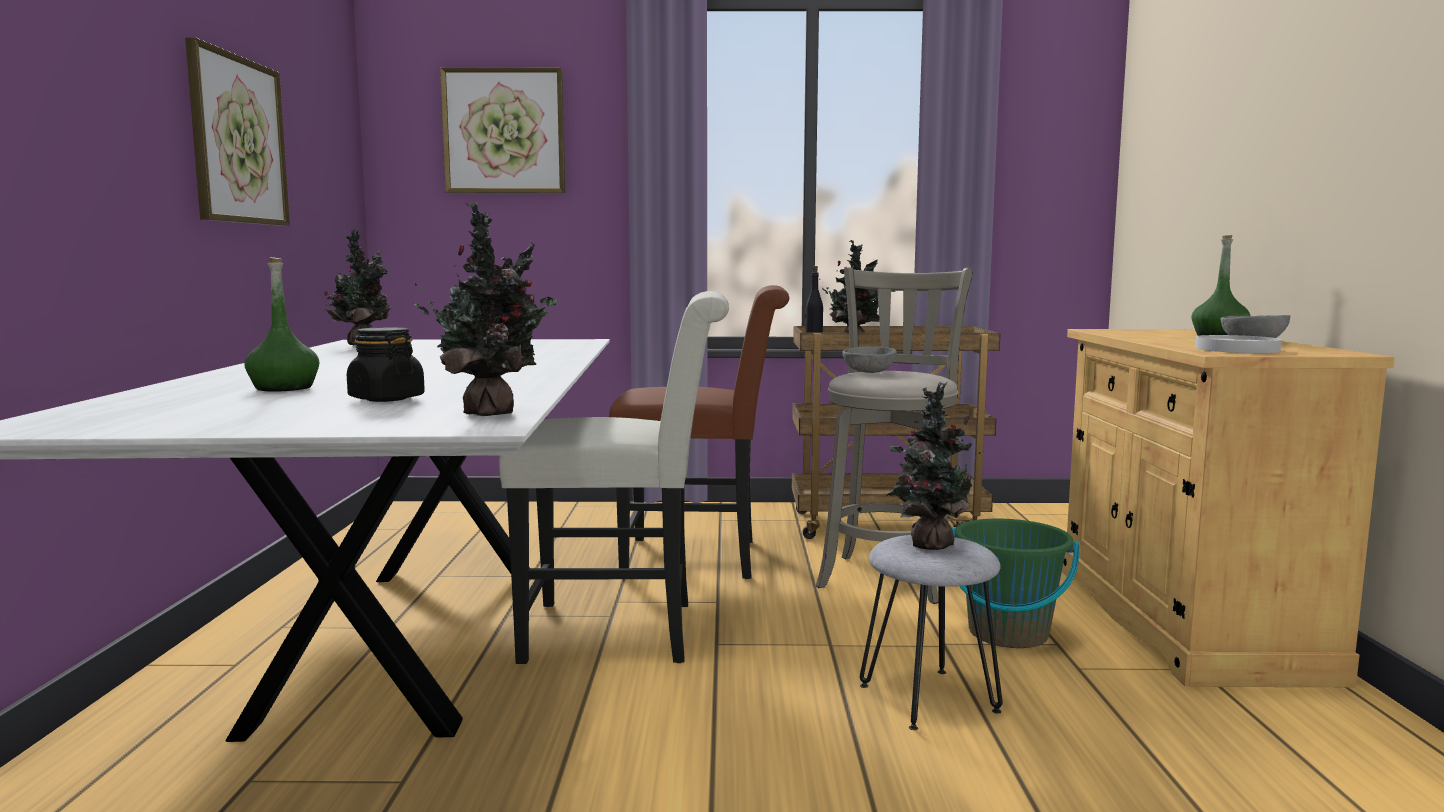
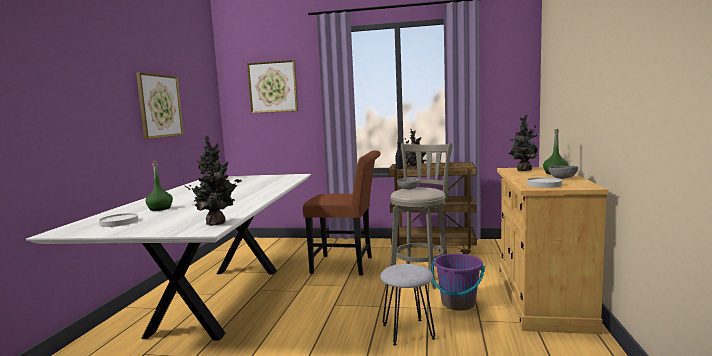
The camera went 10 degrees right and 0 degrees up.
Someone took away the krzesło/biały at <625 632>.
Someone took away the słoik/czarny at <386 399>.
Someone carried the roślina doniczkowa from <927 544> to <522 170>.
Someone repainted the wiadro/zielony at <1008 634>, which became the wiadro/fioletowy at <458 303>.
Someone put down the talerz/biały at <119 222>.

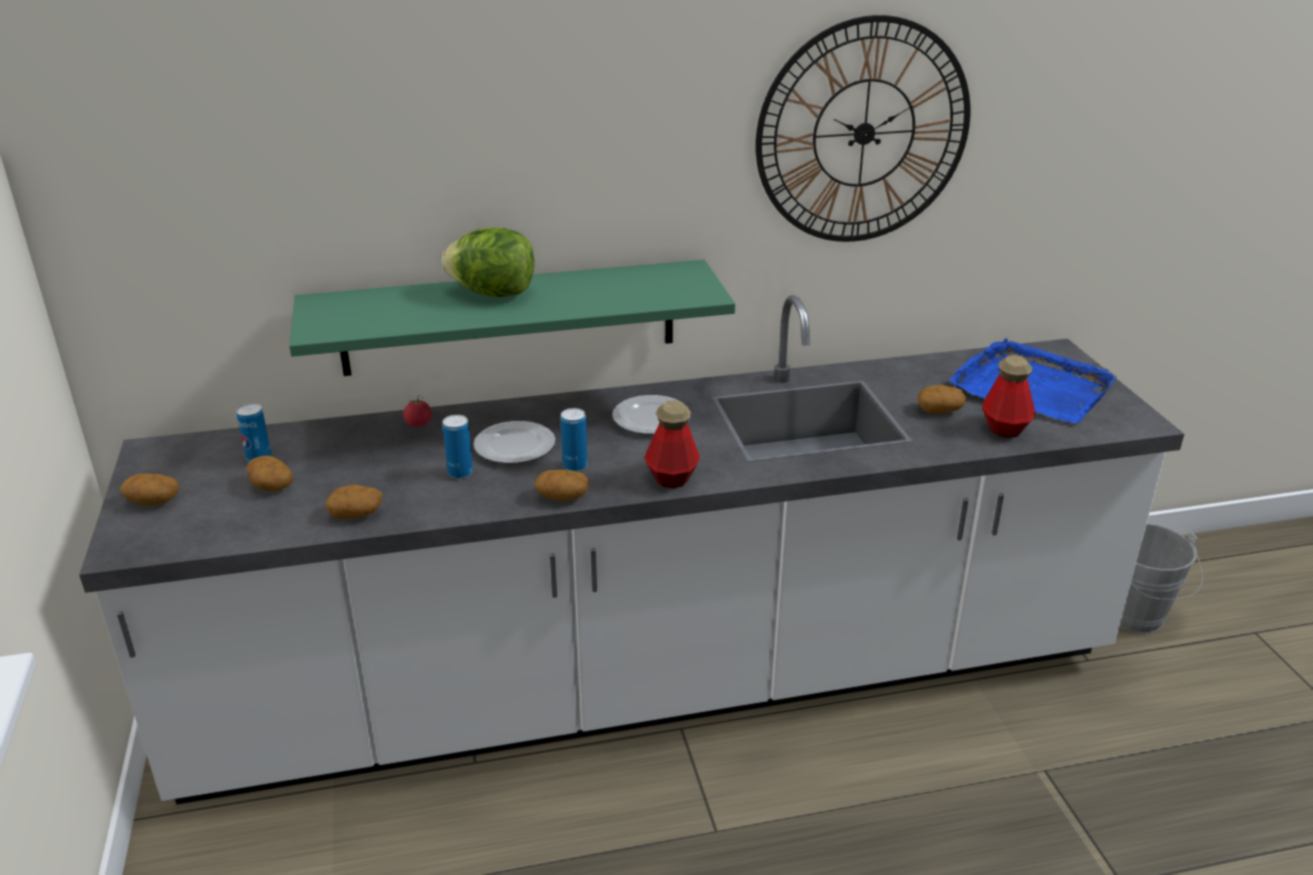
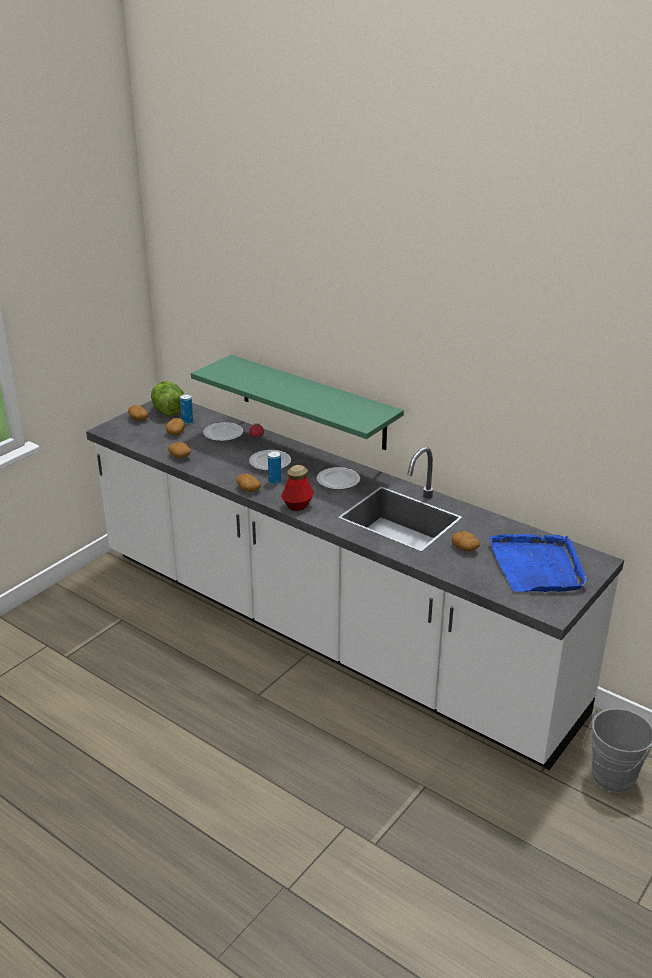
The camera went 50 degrees right and 0 degrees up.
Someone took away the zegar ścienny at <863 133>.
Someone carried the sałata from <493 293> to <168 411>.
Someone took away the butelka at <1005 428>.
Someone took away the puszka at <460 473>.
Someone put down the talerz at <222 434>.

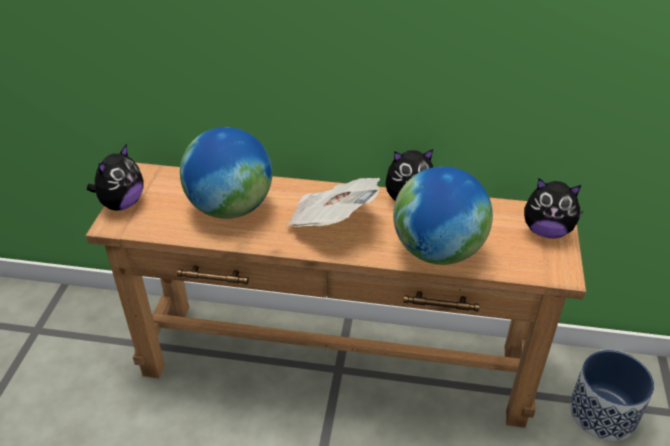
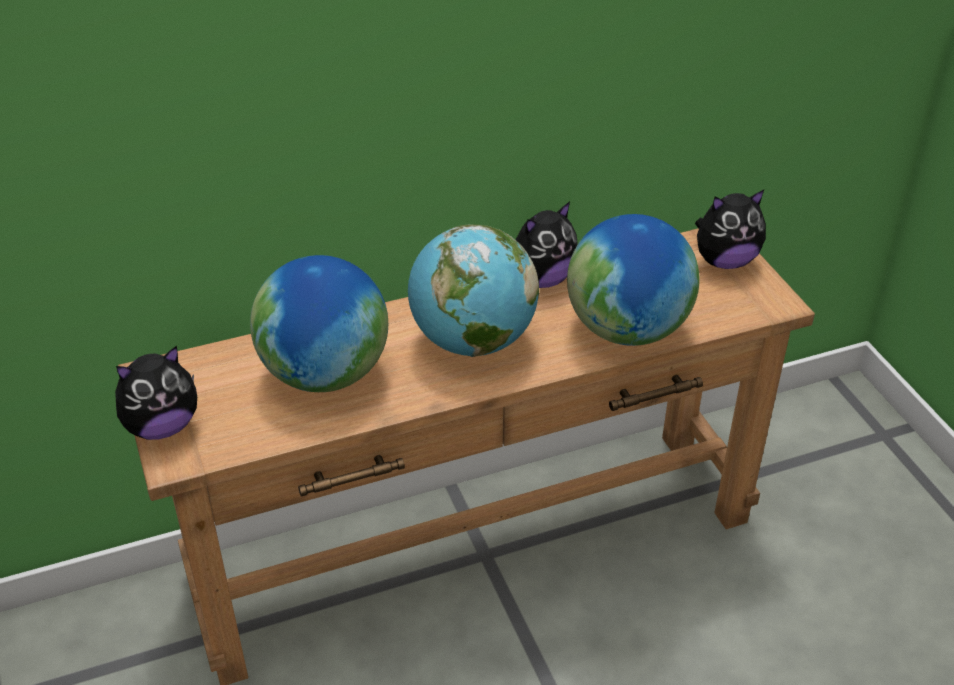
The camera went 30 degrees left and 0 degrees up.
Someone rotated the pluszak at <122 204> by 60 degrees clockwise.
Someone swapped the gazeta at <332 221> for the globus at <472 341>.
Someone took away the donica at <603 413>.

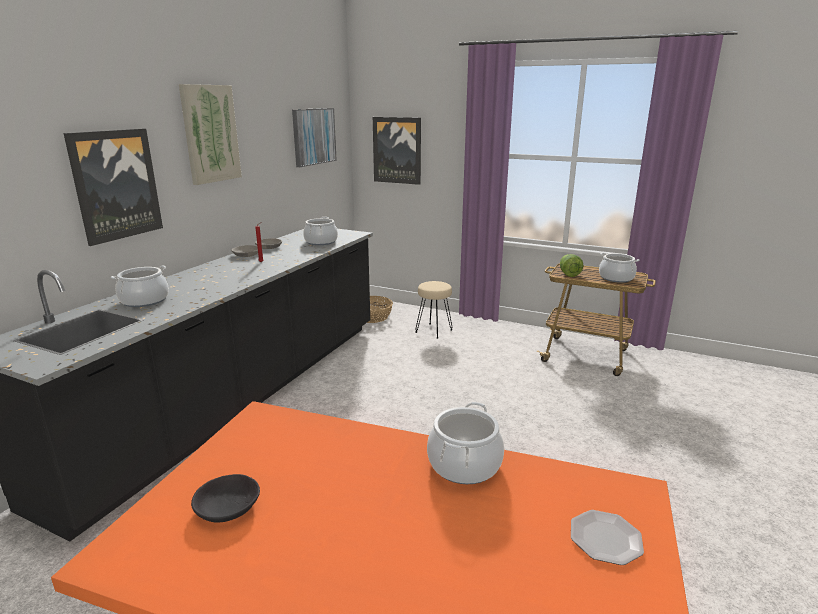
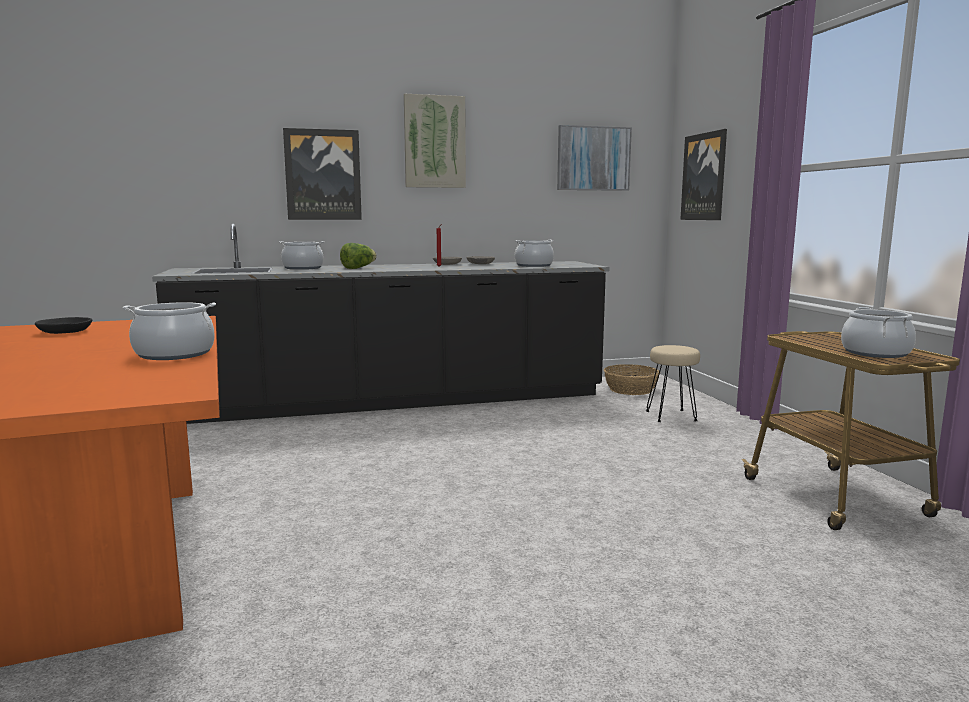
The camera went 50 degrees right and 10 degrees down.
Someone carried the sałata from <568 274> to <358 268>.
Someone took away the talerz at <604 539>.

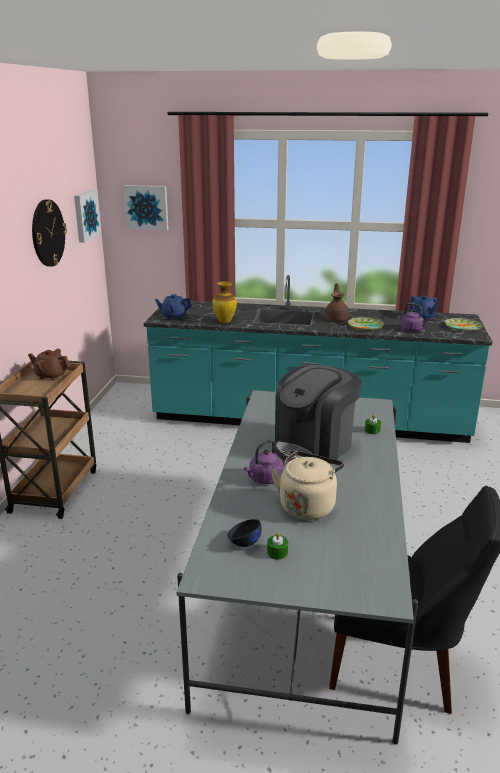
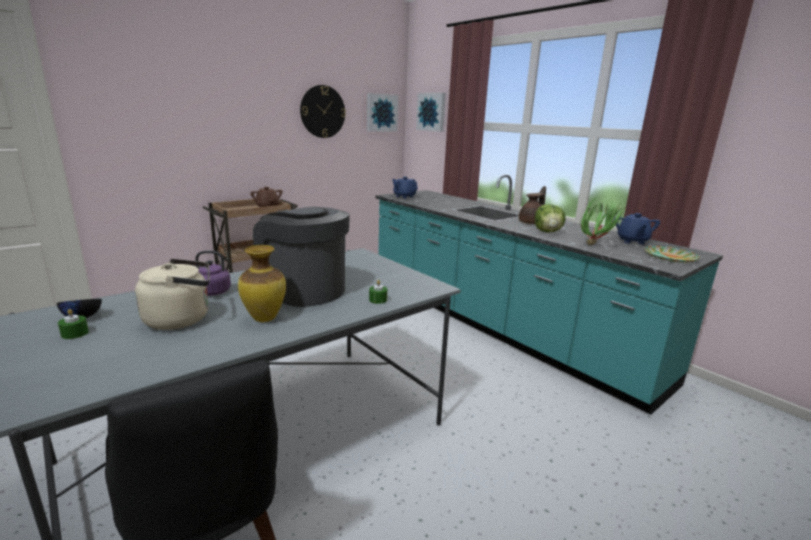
The camera went 40 degrees right and 5 degrees down.
Someone carried the wazon from <224 321> to <264 318>.
Someone swapped the czajnik/fioletowy at <412 329> for the roślina doniczkowa at <595 245>.
Someone swapped the talerz at <365 326> for the sałata at <548 232>.
Someone rotated the ekspres do kawy at <314 446> by 45 degrees clockwise.

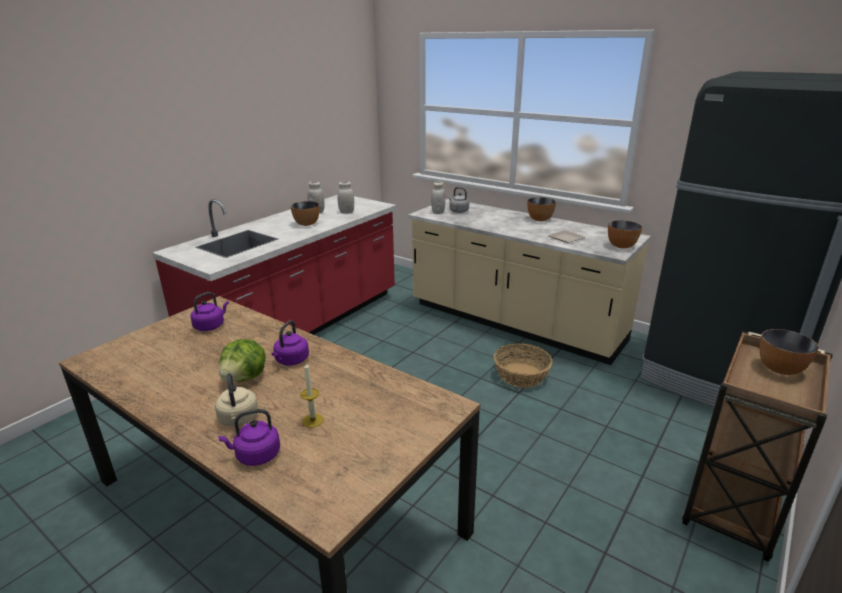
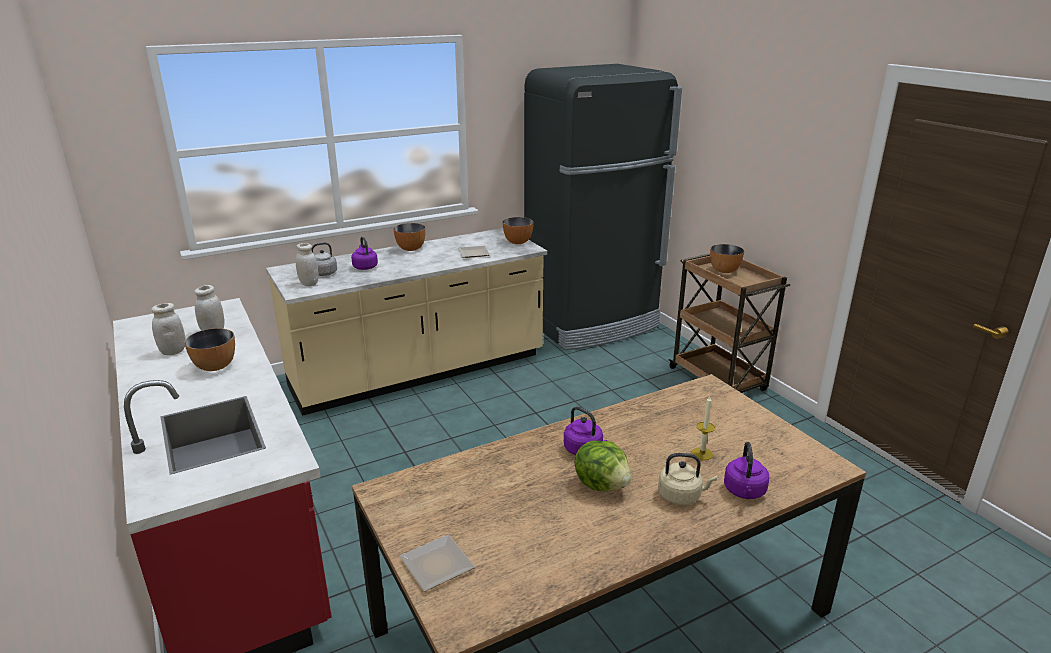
The camera went 65 degrees left and 0 degrees up.
Someone carried the czajnik/fioletowy from <211 326> to <365 267>.
Someone took away the koszyk at <521 375>.
Someone put down the talerz at <434 565>.

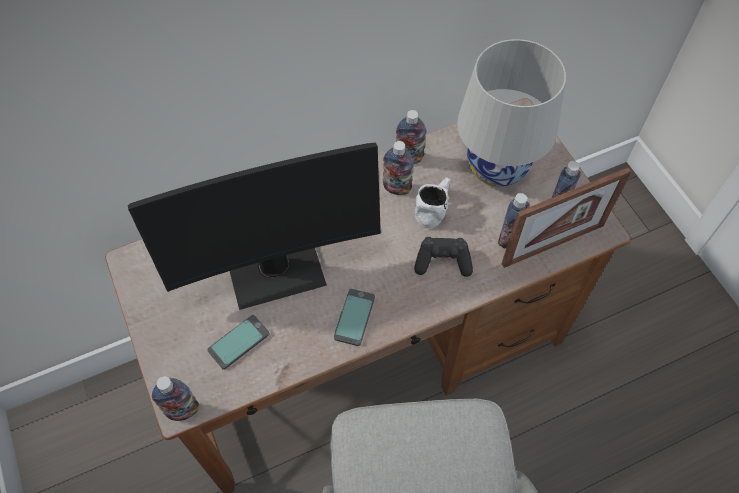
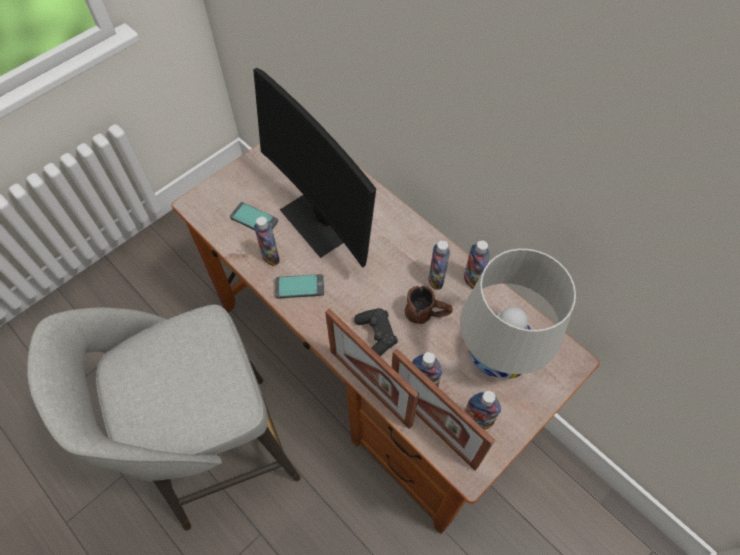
The camera went 70 degrees right and 0 degrees up.
Someone repainted the kubek/biały at <434 209>, which became the kubek/brązowy at <427 314>.
Someone carried the butelka from <183 411> to <270 257>.
Someone put down the ramka na zdjęcie at <370 387>.

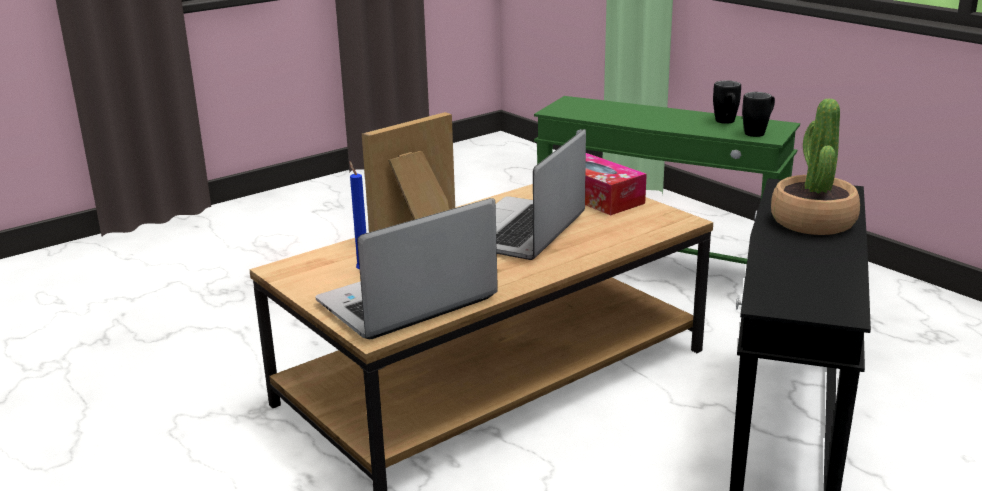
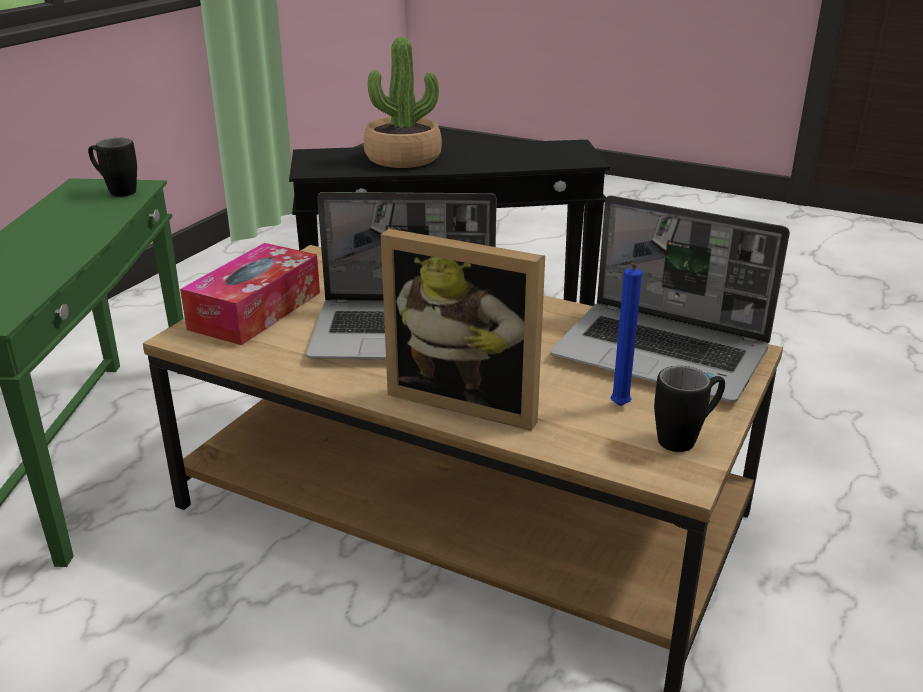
The camera went 115 degrees left and 5 degrees up.
Someone carried the kubek/czarny from <726 123> to <686 438>.

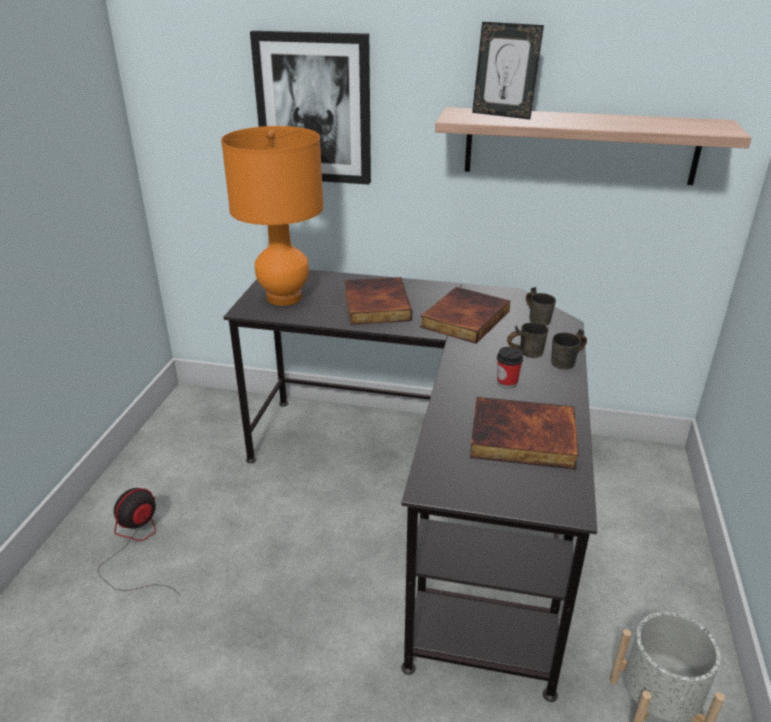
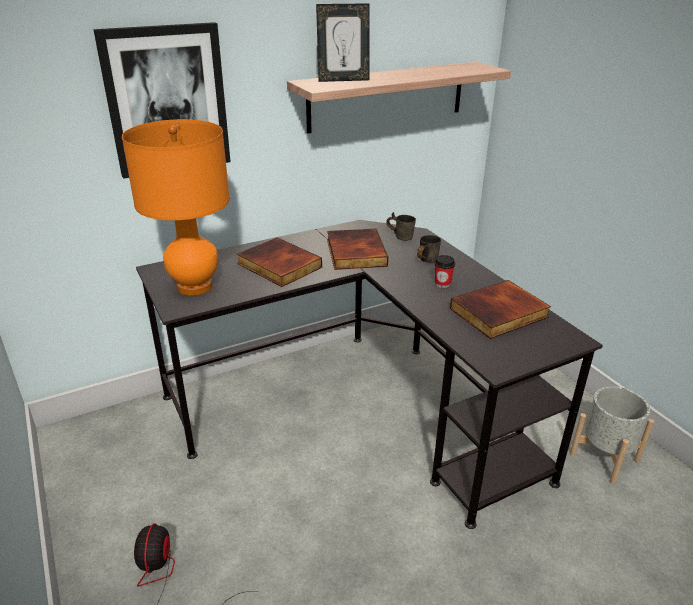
The camera went 40 degrees left and 0 degrees up.
Someone took away the kubek/szary at <568 364>.

